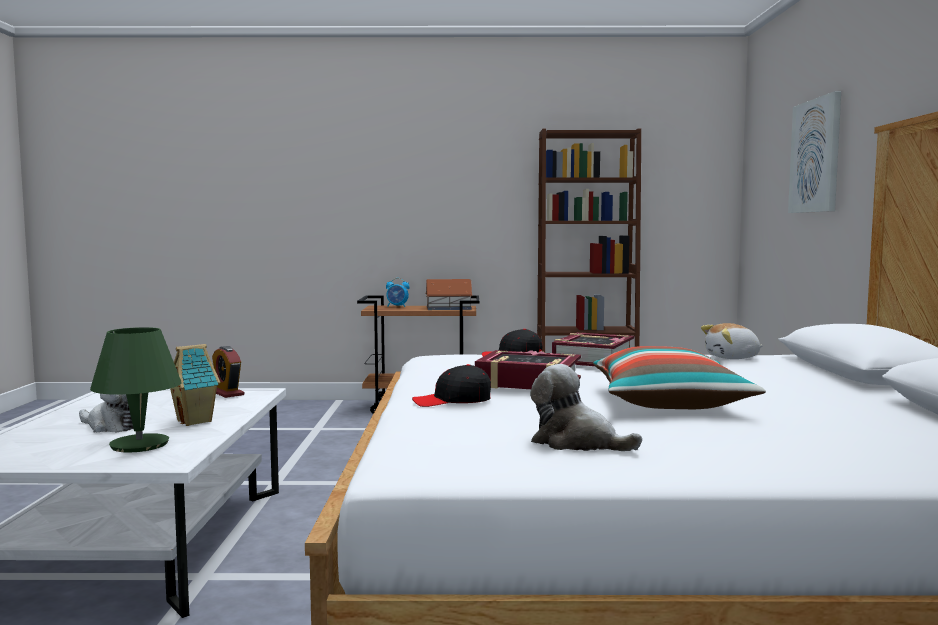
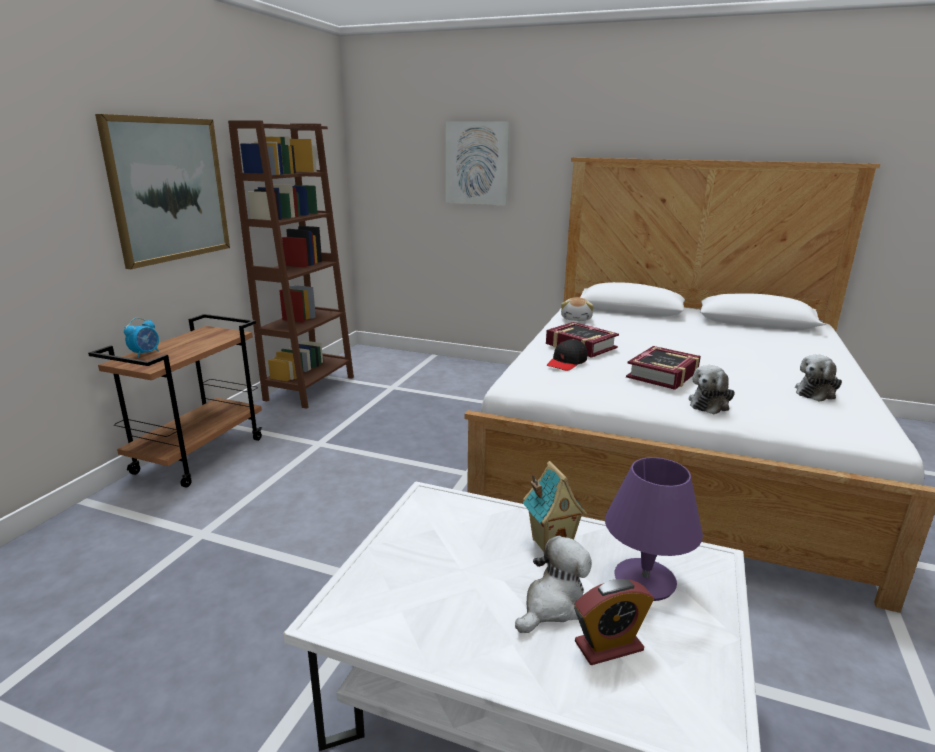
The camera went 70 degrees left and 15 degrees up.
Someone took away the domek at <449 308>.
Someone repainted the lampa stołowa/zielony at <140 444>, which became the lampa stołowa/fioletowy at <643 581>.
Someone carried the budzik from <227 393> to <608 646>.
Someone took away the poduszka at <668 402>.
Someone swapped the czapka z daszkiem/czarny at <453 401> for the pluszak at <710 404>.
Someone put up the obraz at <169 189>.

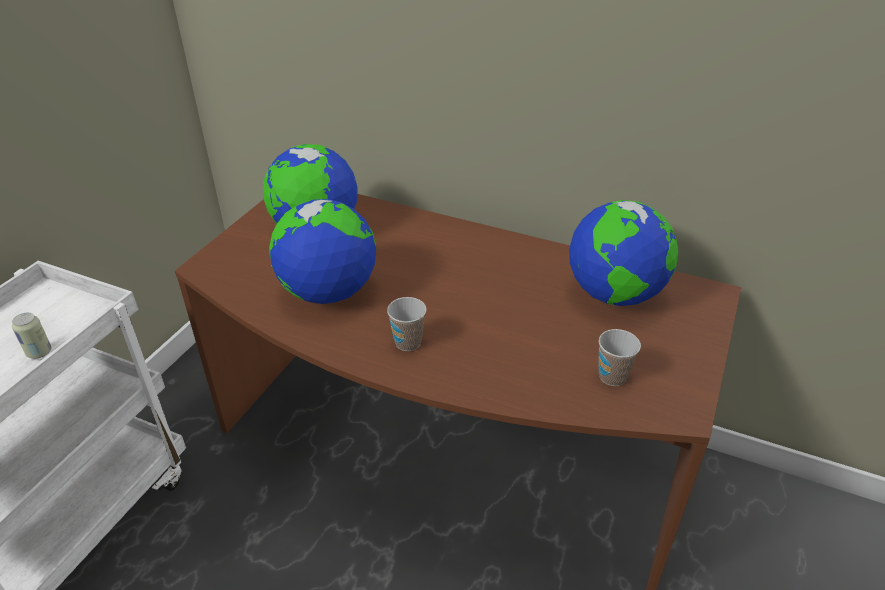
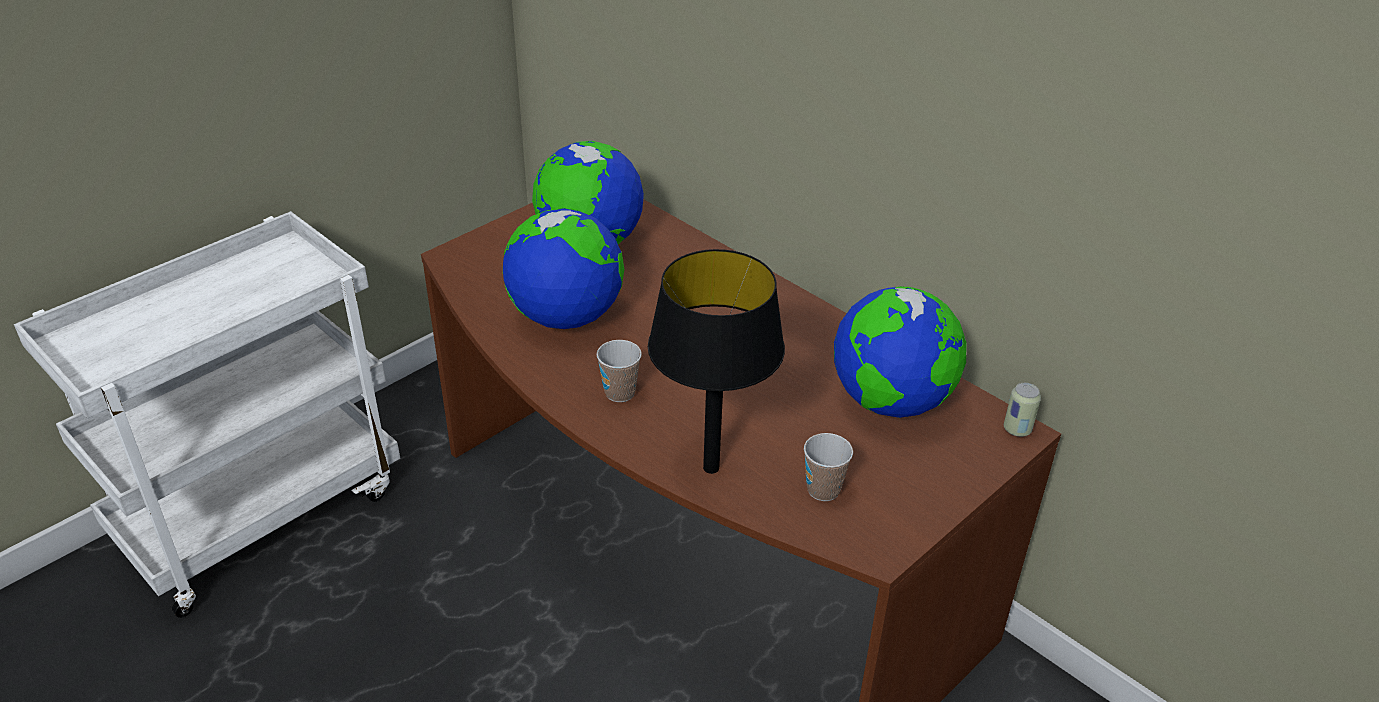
The camera went 20 degrees right and 0 degrees up.
Someone carried the puszka from <39 352> to <1017 429>.
Someone put down the lampa stołowa/czarny at <711 468>.

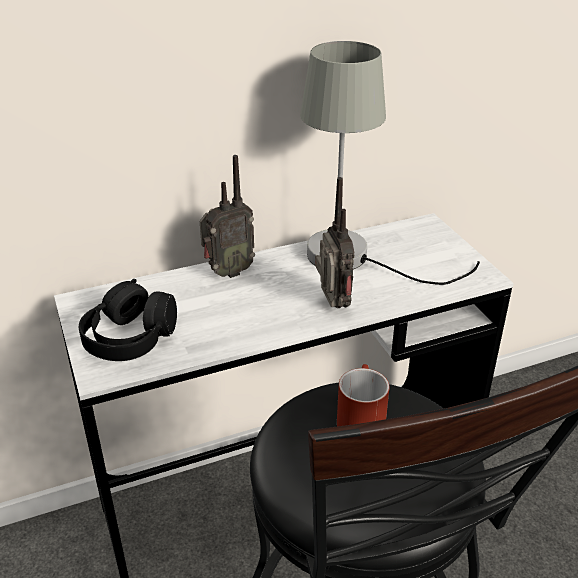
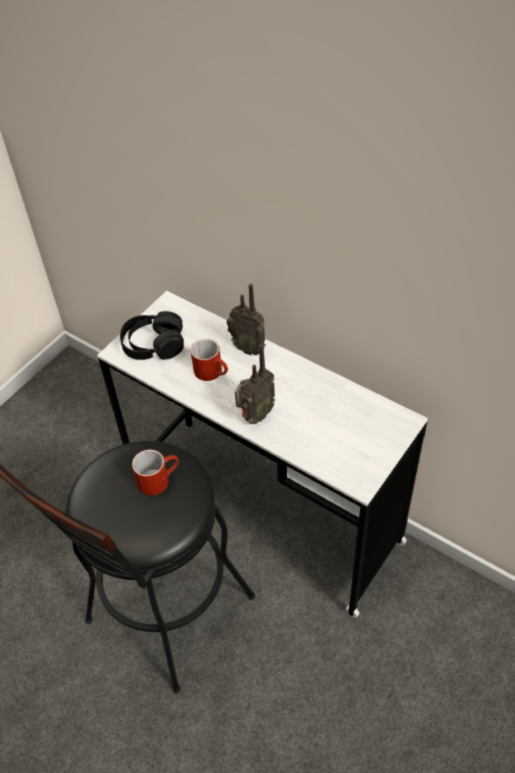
The camera went 60 degrees right and 15 degrees up.
Someone took away the lampa stołowa/szary at <355 259>.
Someone put down the kubek/czerwony at <213 372>.

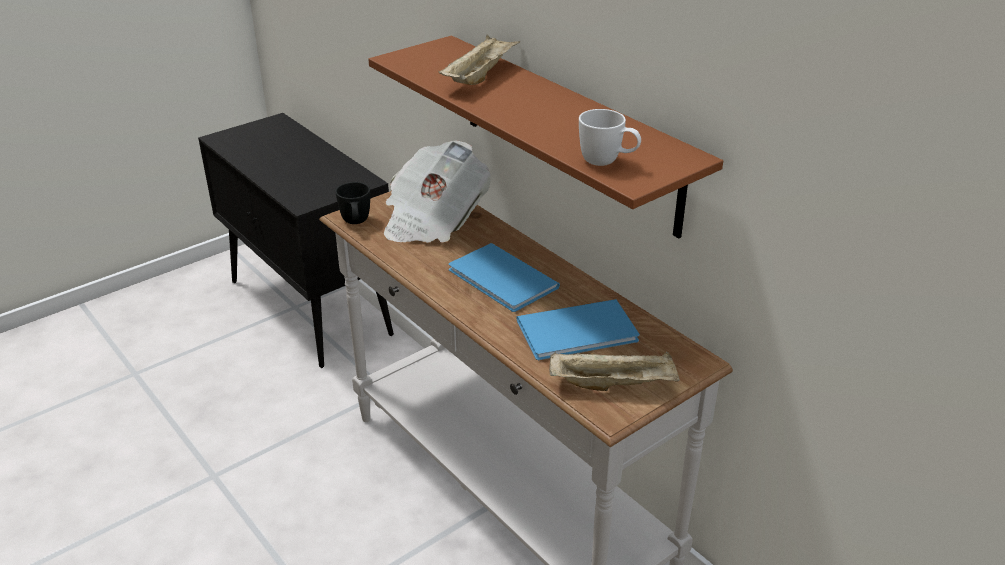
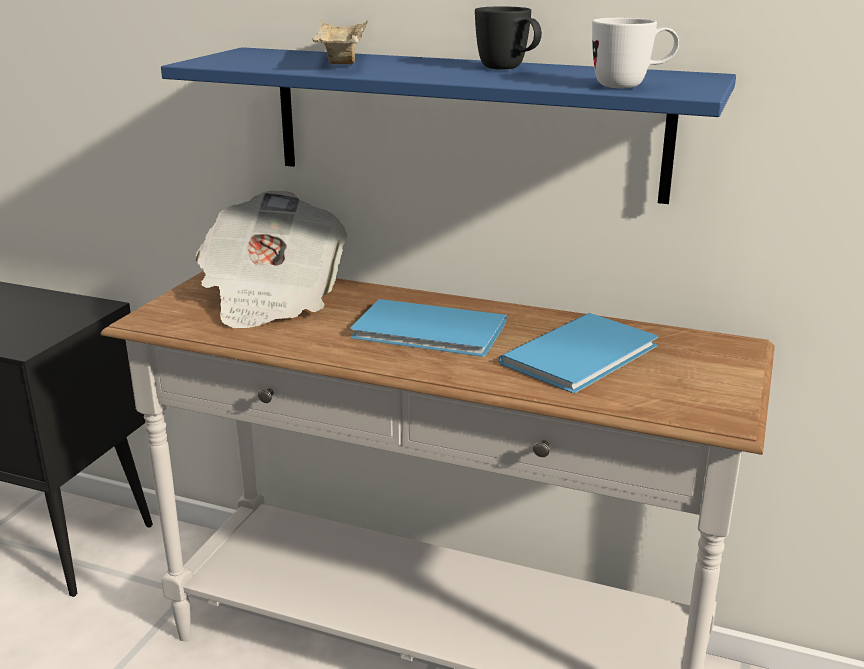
The camera went 30 degrees left and 10 degrees down.
Someone repainted the półka/brązowy at <567 133>, which became the półka/niebieski at <465 122>.
Someone carried the kubek/czarny from <356 223> to <509 69>.
Someone took away the taca/beżowy at <614 384>.

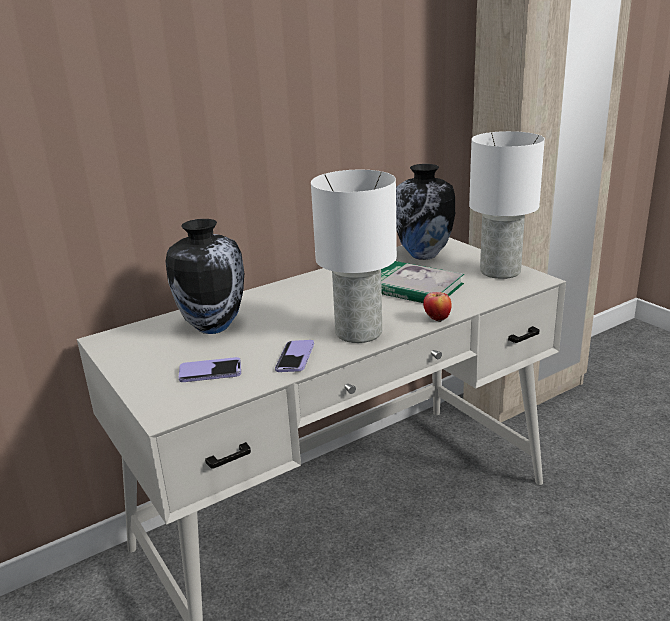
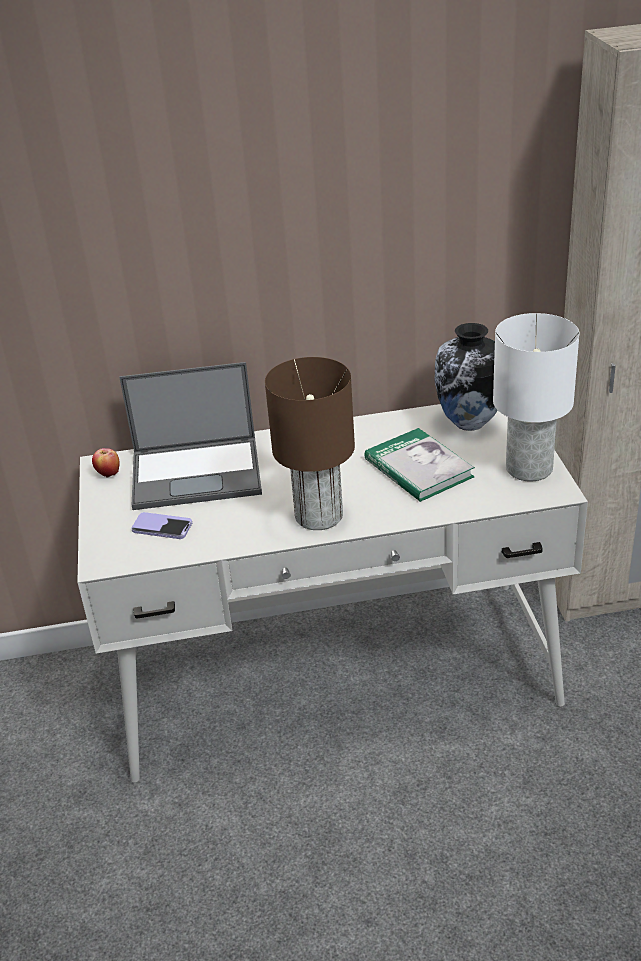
The camera went 25 degrees right and 10 degrees up.
Someone repainted the lampa stołowa/biały at <358 332>, which became the lampa stołowa/brązowy at <319 515>.
Someone swapped the wazon at <213 326> for the laptop at <198 473>.
Someone carried the jabłko from <437 319> to <108 474>.
Someone took away the telefon at <295 358>.

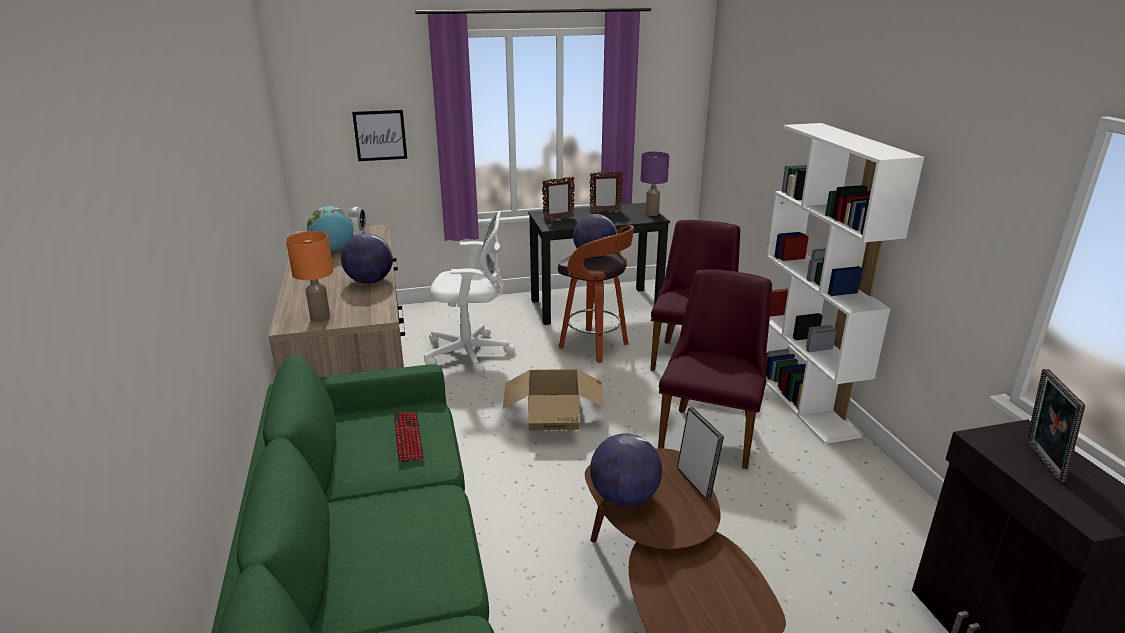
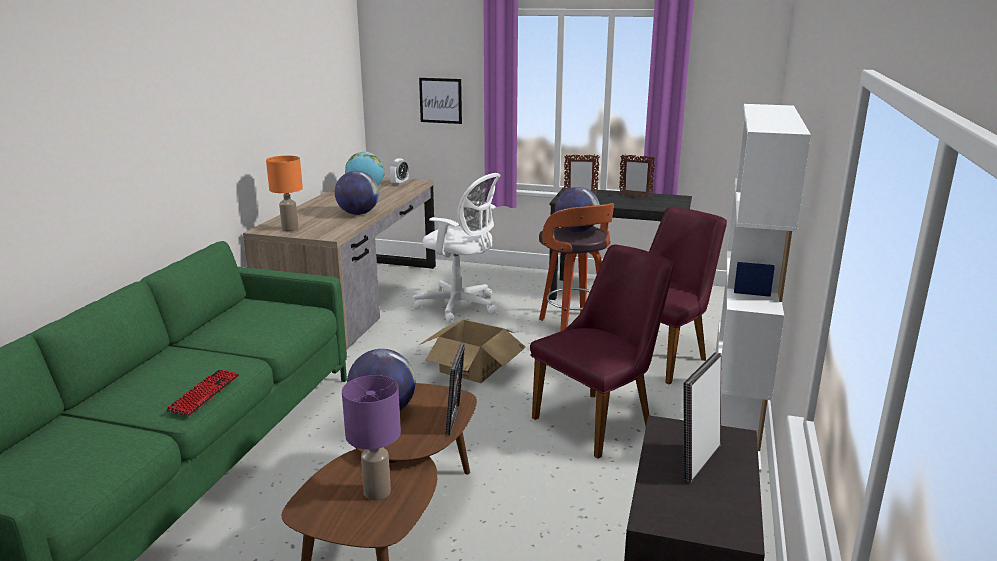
The camera went 30 degrees right and 5 degrees down.
Someone carried the lampa stołowa/fioletowy from <652 214> to <377 493>.
Someone carried the klawiatura from <408 437> to <204 393>.

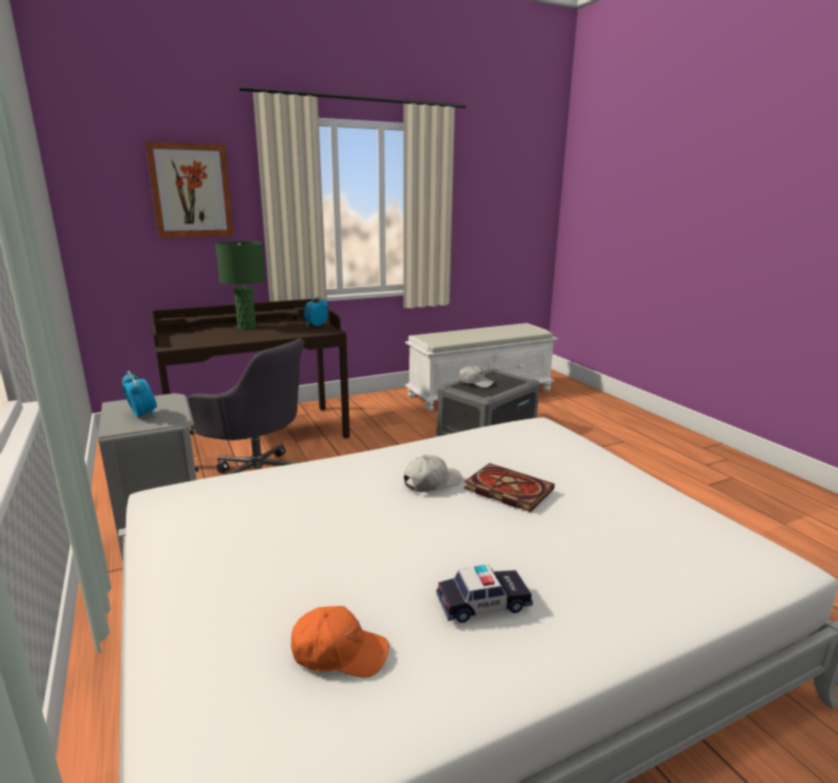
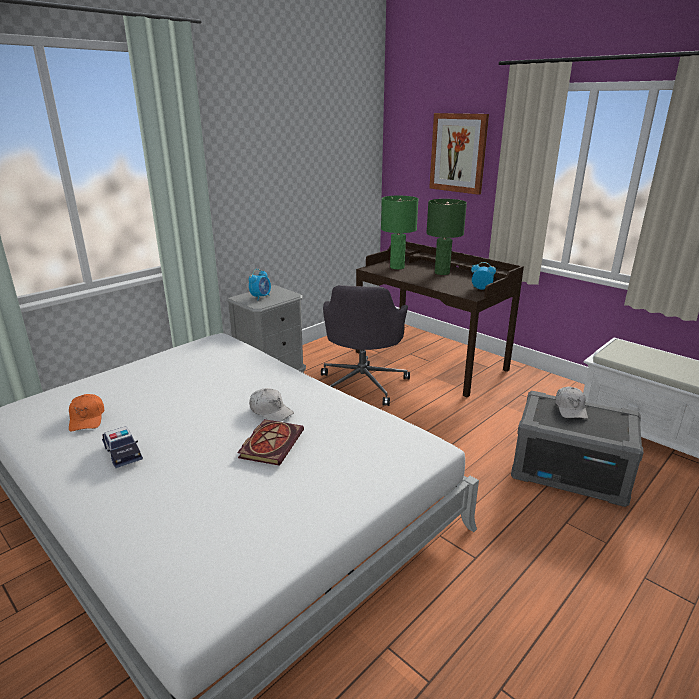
The camera went 70 degrees right and 5 degrees up.
Someone put down the lampa stołowa/zielony at <397 267>.

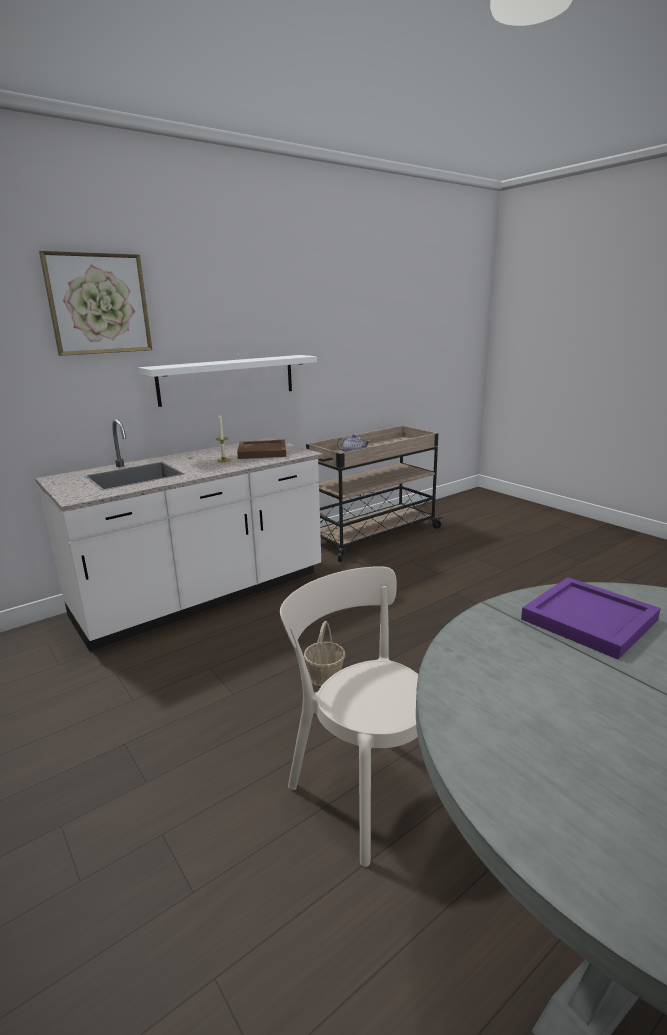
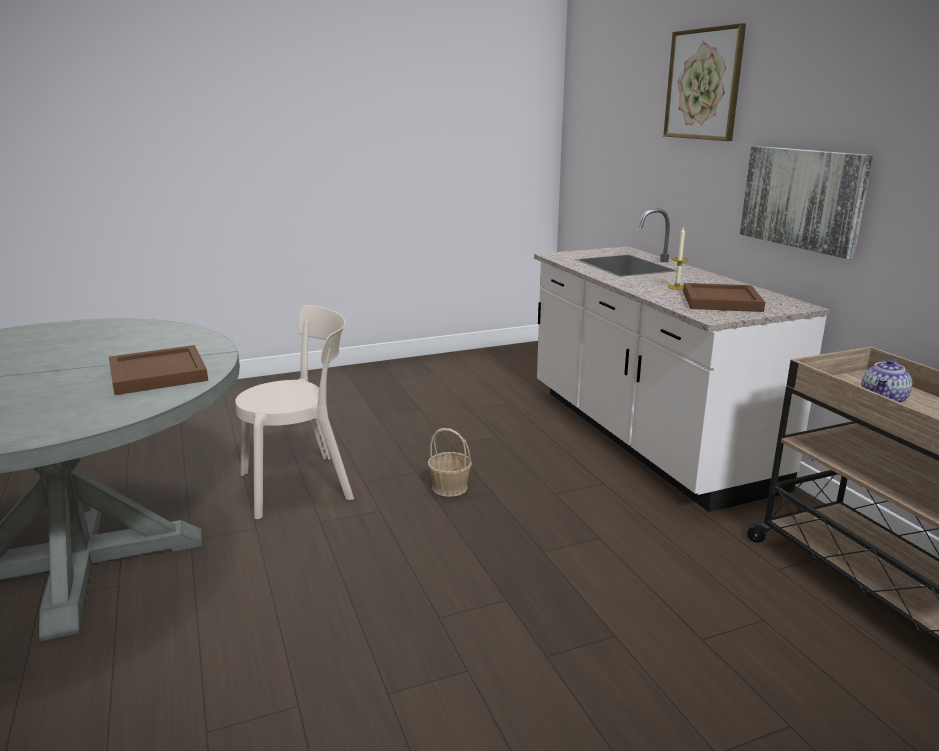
The camera went 105 degrees right and 0 degrees up.
Someone swapped the półka/biały at <228 379> for the obraz at <803 198>.
Someone repainted the taca/fioletowy at <591 619>, which became the taca/brązowy at <157 374>.

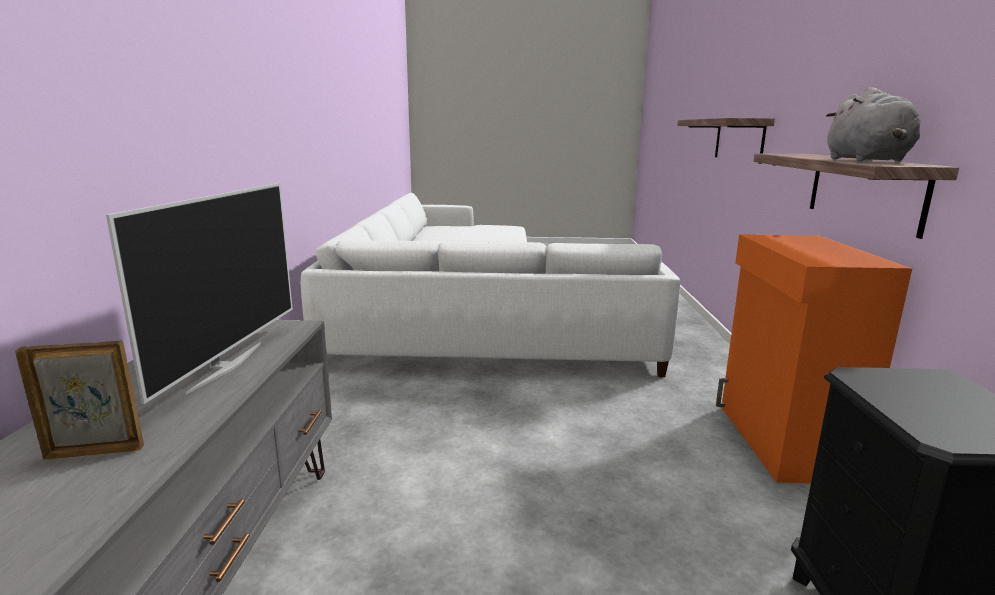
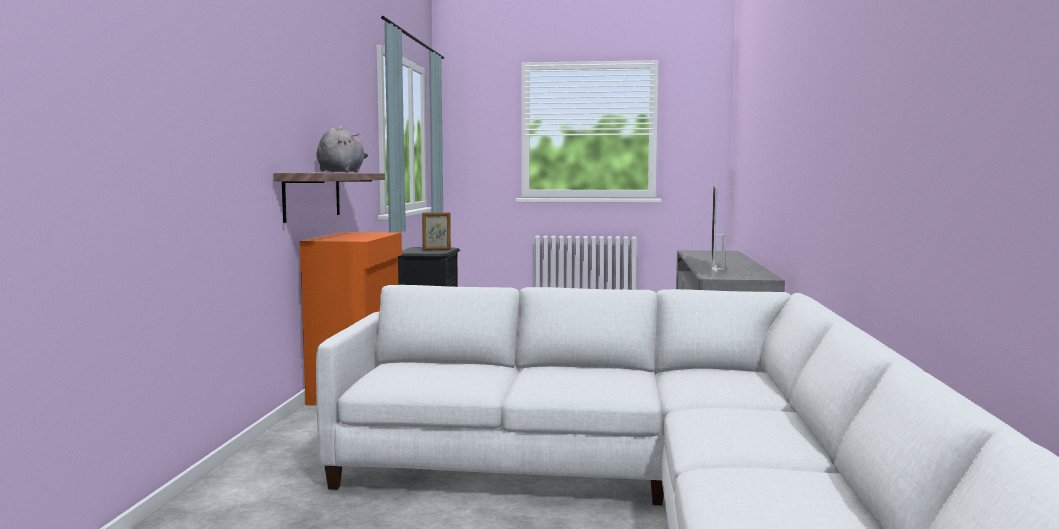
The camera went 175 degrees left and 10 degrees down.
Someone took away the półka at <739 140>.
Someone carried the ramka na zdjęcie from <95 451> to <436 250>.

